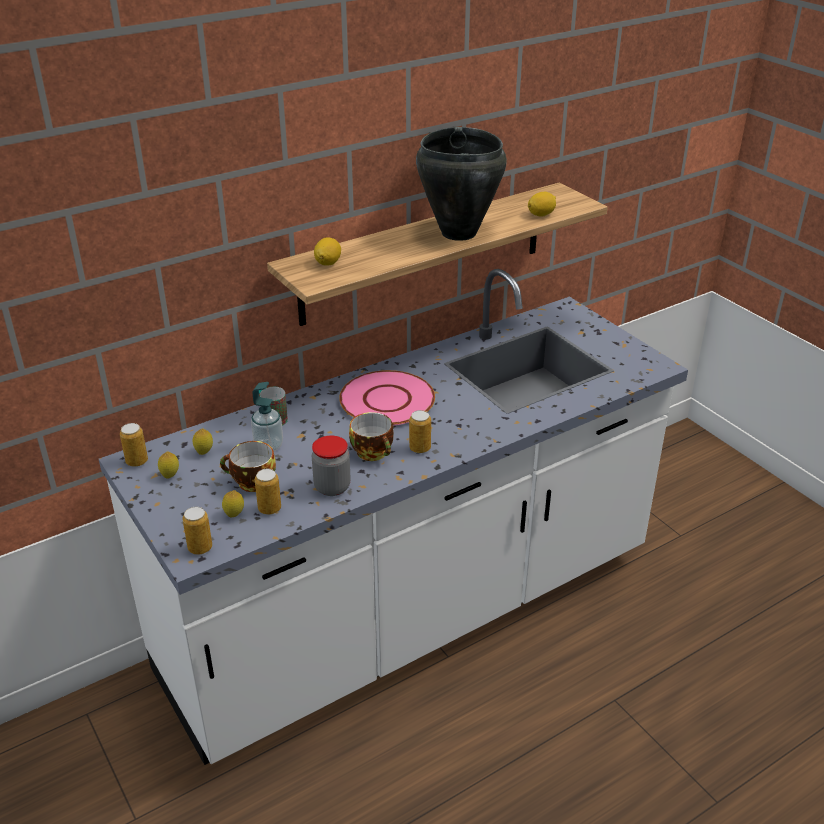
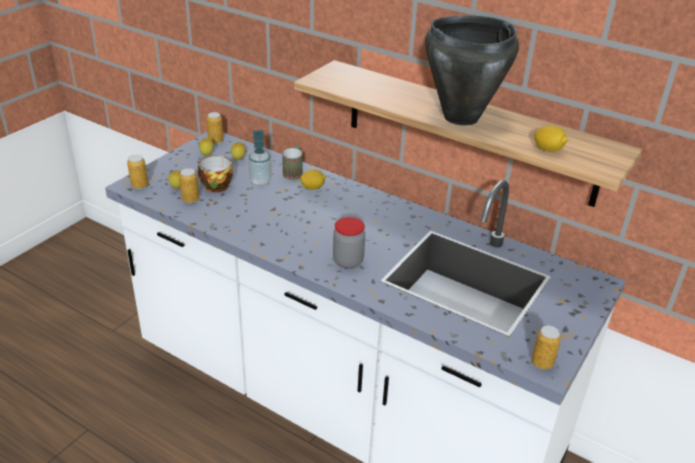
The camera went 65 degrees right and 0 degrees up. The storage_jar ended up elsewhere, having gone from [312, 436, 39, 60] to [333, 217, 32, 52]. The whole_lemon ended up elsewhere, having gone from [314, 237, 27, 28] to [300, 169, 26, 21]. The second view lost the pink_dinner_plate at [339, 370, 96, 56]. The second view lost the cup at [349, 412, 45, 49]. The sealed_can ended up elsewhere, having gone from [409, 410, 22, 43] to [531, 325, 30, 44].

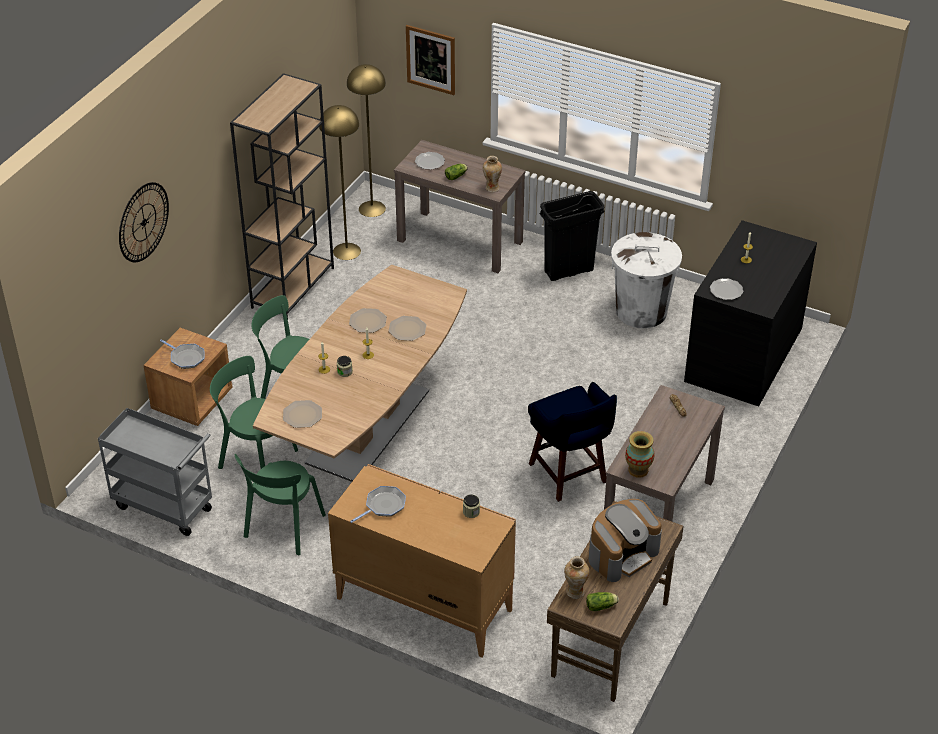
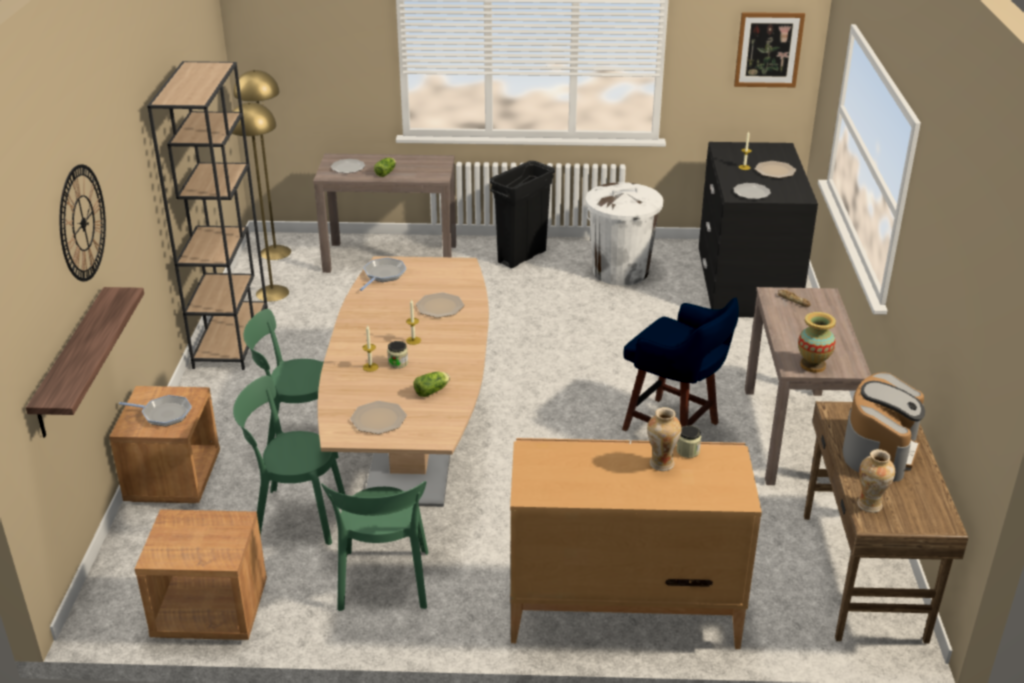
The camera went 25 degrees left and 10 degrees down. Where the greyish_wheeled_cart stood at [98, 408, 114, 128], the brown_bedside_table came to stand at [135, 509, 132, 131]. The dinner_plate ended up elsewhere, having gone from [349, 308, 38, 25] to [755, 161, 41, 17]. The frying_pan ended up elsewhere, having gone from [350, 486, 56, 37] to [360, 258, 46, 33]. The wall_picture ended up elsewhere, having gone from [406, 25, 49, 70] to [734, 12, 71, 75]. The decorative_vase ended up elsewhere, having gone from [483, 156, 19, 36] to [647, 407, 35, 64]. The lettuce_head ended up elsewhere, having gone from [586, 592, 33, 19] to [413, 372, 37, 25]. The second view gained the shelf at [26, 287, 118, 150].

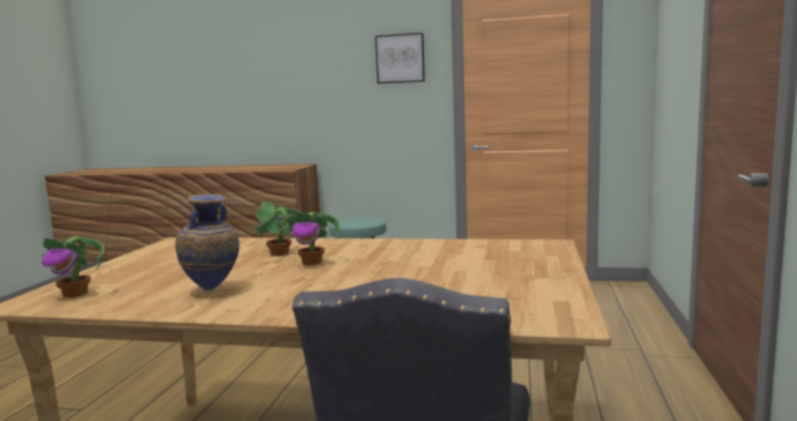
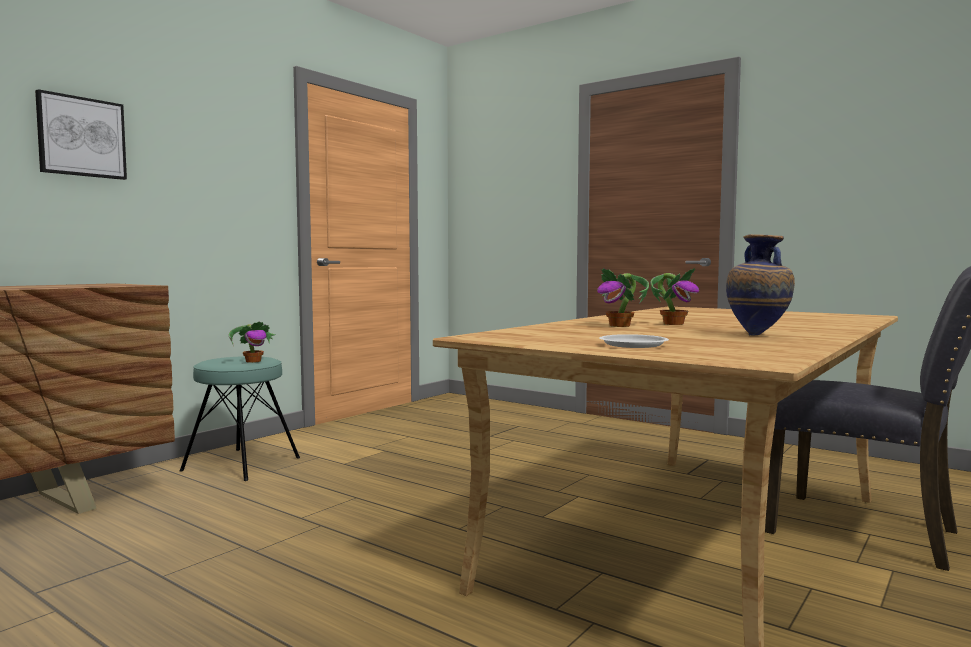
The camera went 65 degrees left and 5 degrees down. The plant_in_a_pot ended up elsewhere, having gone from [40, 236, 65, 61] to [229, 321, 46, 42]. The wall_picture ended up elsewhere, having gone from [375, 33, 50, 51] to [35, 89, 92, 91]. The second view gained the white-coloured_dinner_plate at [599, 334, 70, 14].

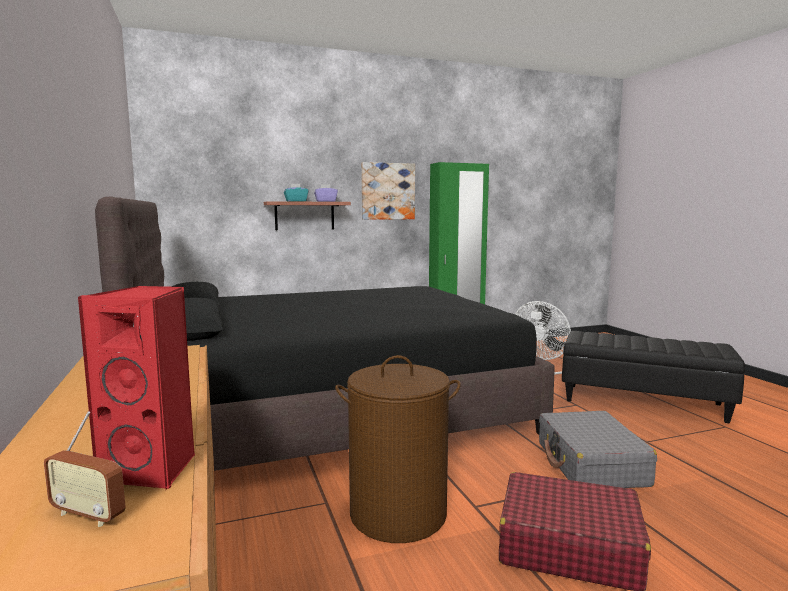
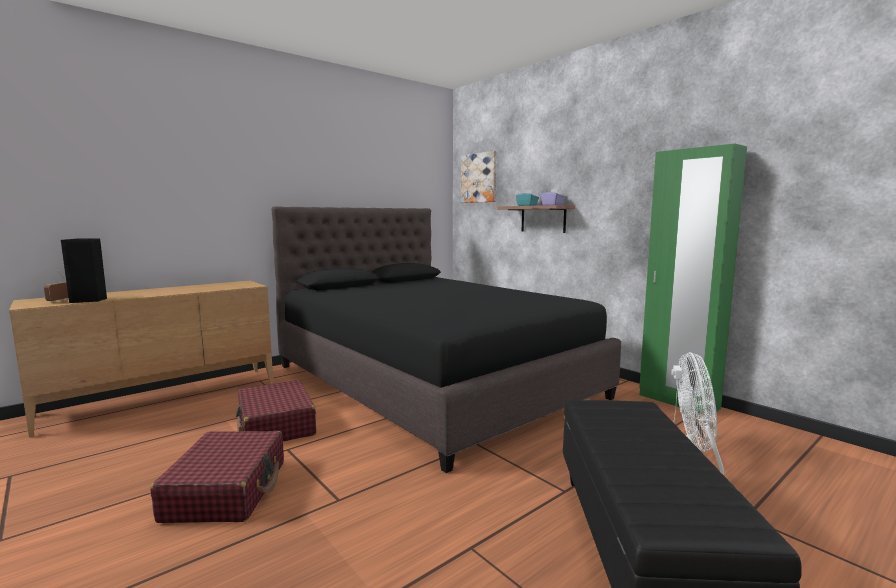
The camera went 70 degrees right and 0 degrees up. What was the reddish_speaker at [78, 286, 117, 204] turned into the black-coloured_speaker at [61, 239, 46, 64]. Where the brown_washing_basket stood at [335, 355, 126, 188], the reddish_suitcase came to stand at [236, 380, 80, 61]. The wall_picture ended up elsewhere, having gone from [361, 162, 54, 58] to [461, 151, 35, 52]. The second view lost the greyish_suitcase at [539, 411, 118, 77].

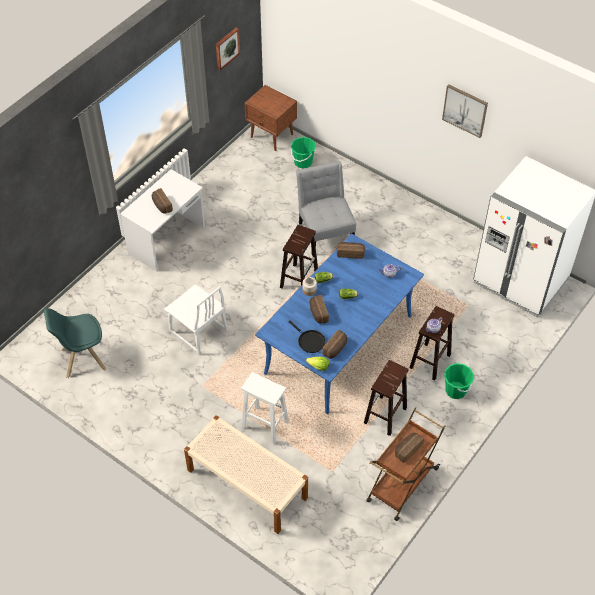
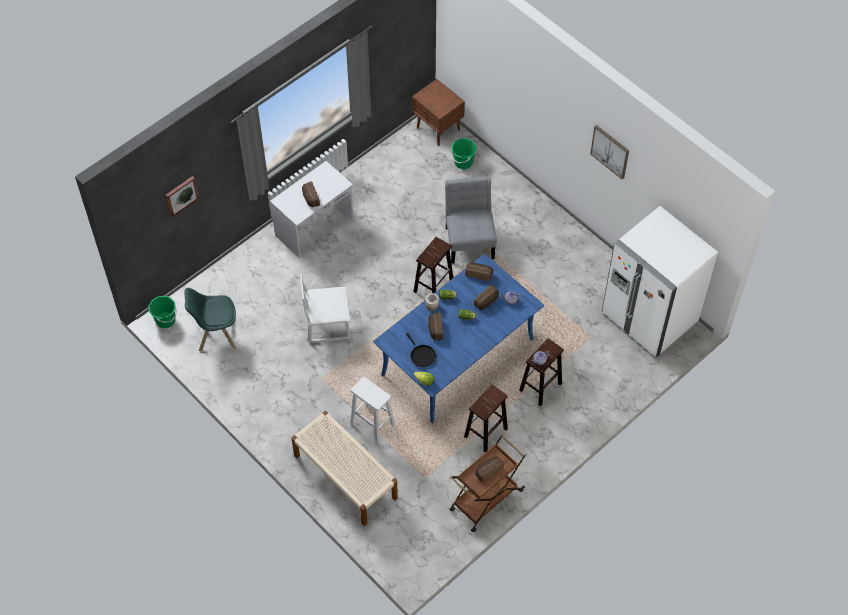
The camera went 10 degrees right and 5 degrees up. The white-coloured_plain_chair at [164, 285, 64, 70] ended up facing another way, 120 degrees clockwise from before. The wall_picture ended up elsewhere, having gone from [216, 27, 24, 43] to [166, 176, 33, 41]. The bakery_bread ended up elsewhere, having gone from [322, 330, 25, 29] to [474, 285, 25, 25]. The green_bucket ended up elsewhere, having gone from [444, 363, 30, 36] to [148, 296, 29, 32].

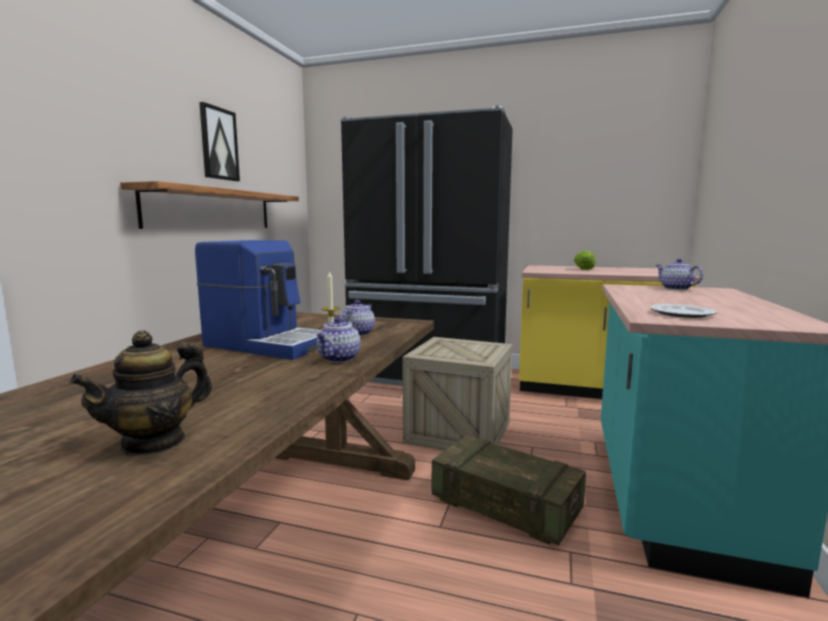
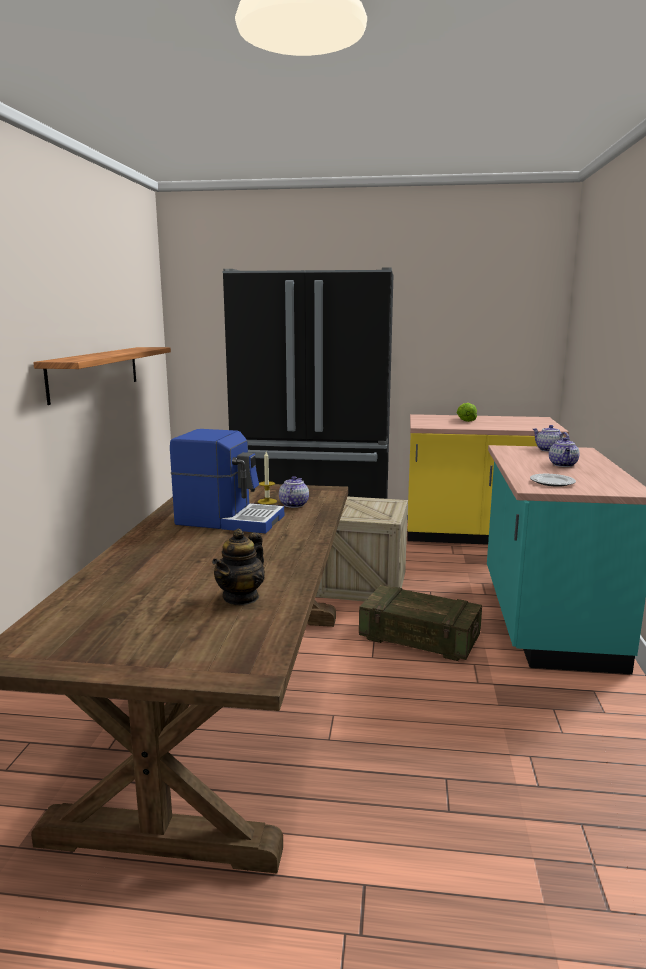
The camera went 10 degrees left and 5 degrees up. The second view lost the wall_picture at [199, 102, 41, 79]. The pot_for_tea ended up elsewhere, having gone from [317, 317, 44, 45] to [549, 437, 31, 30].

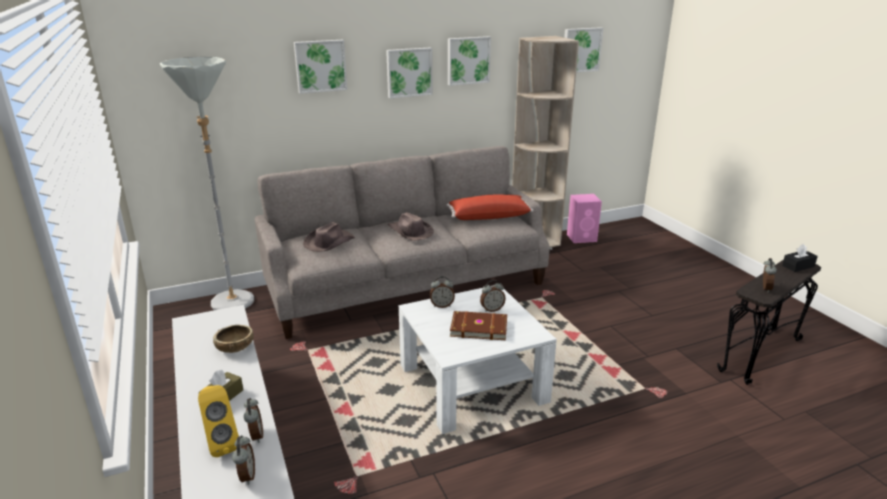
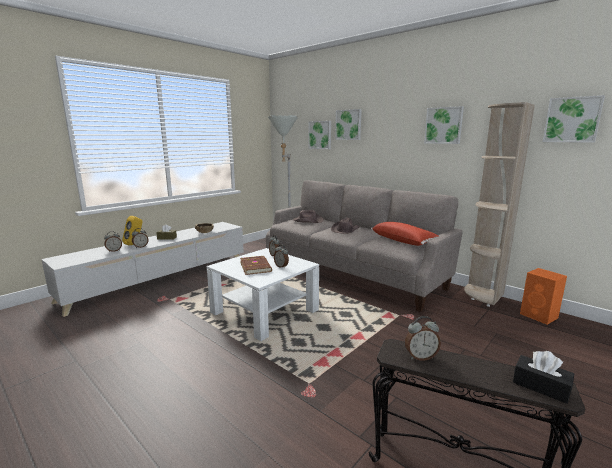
The camera went 65 degrees right and 10 degrees down. The wall_picture ended up elsewhere, having gone from [386, 47, 47, 51] to [308, 121, 23, 28]. What was the pink_speaker at [567, 194, 35, 49] turned into the orangey_speaker at [520, 268, 47, 57].

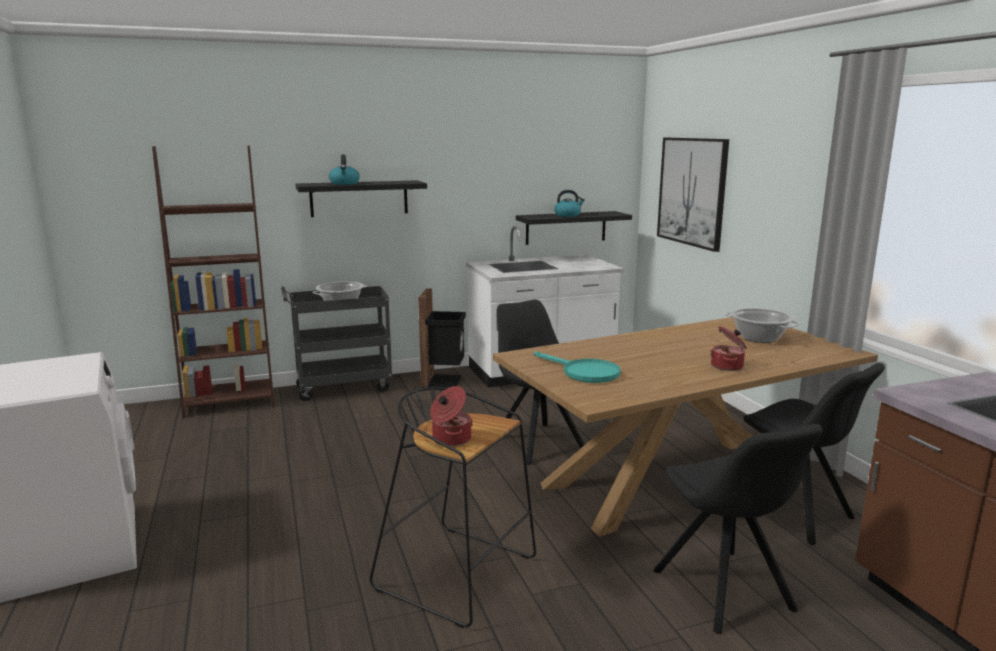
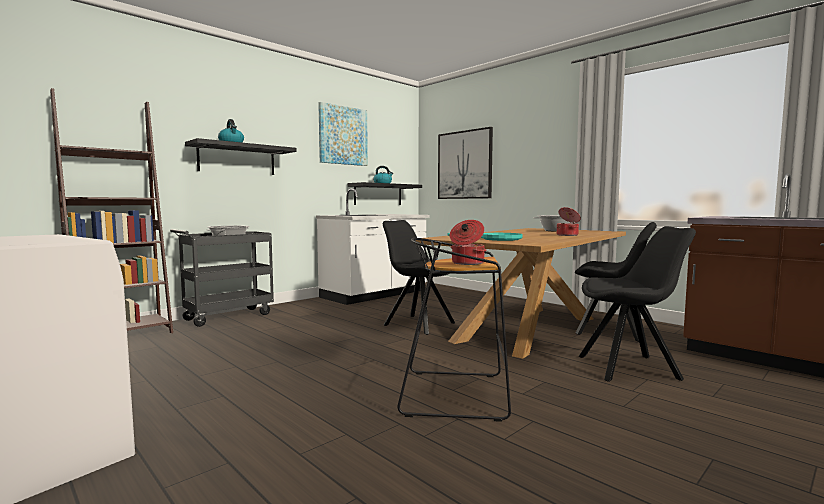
The camera went 25 degrees left and 10 degrees down. The second view lost the black-coloured_rubbish_bin at [418, 288, 48, 100]. The black-coloured_plain_chair at [653, 424, 169, 210] ended up facing another way, 45 degrees counterclockwise from before. The second view gained the wall_picture at [318, 102, 50, 64].

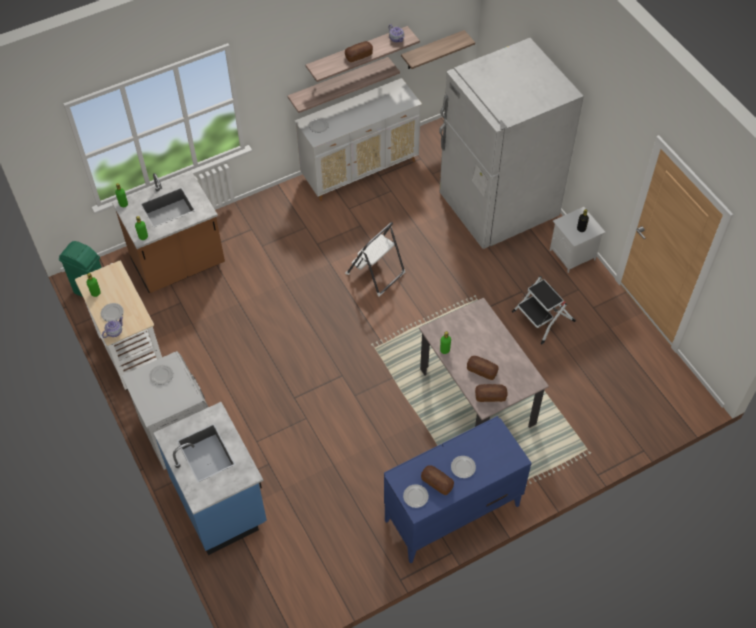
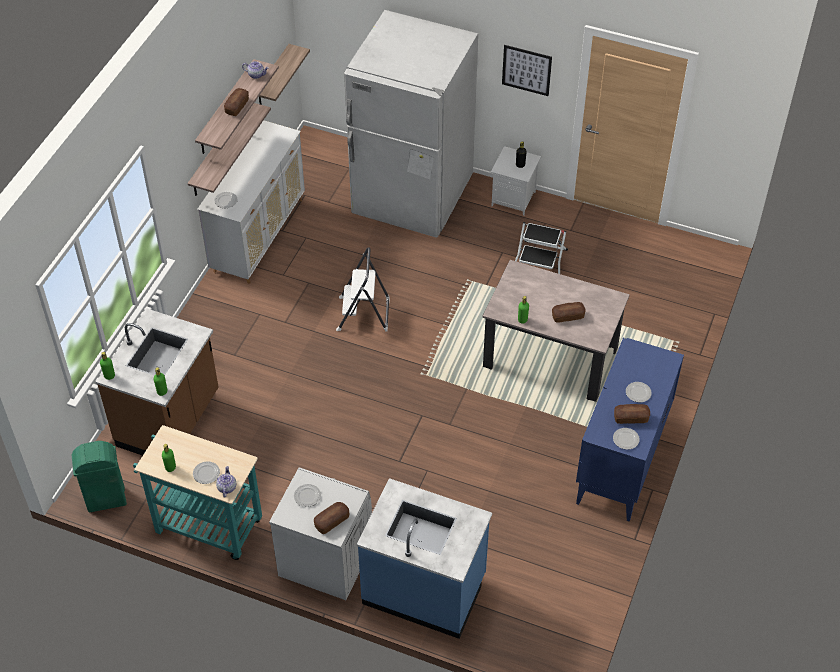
The camera went 40 degrees left and 5 degrees down. What was the white-coloured_wheeled_cart at [75, 261, 87, 129] turned into the turquoise-coloured_wheeled_cart at [133, 425, 129, 135]. The bakery_bread ended up elsewhere, having gone from [475, 384, 33, 18] to [314, 502, 36, 32]. The second view gained the wall_picture at [502, 45, 50, 51].

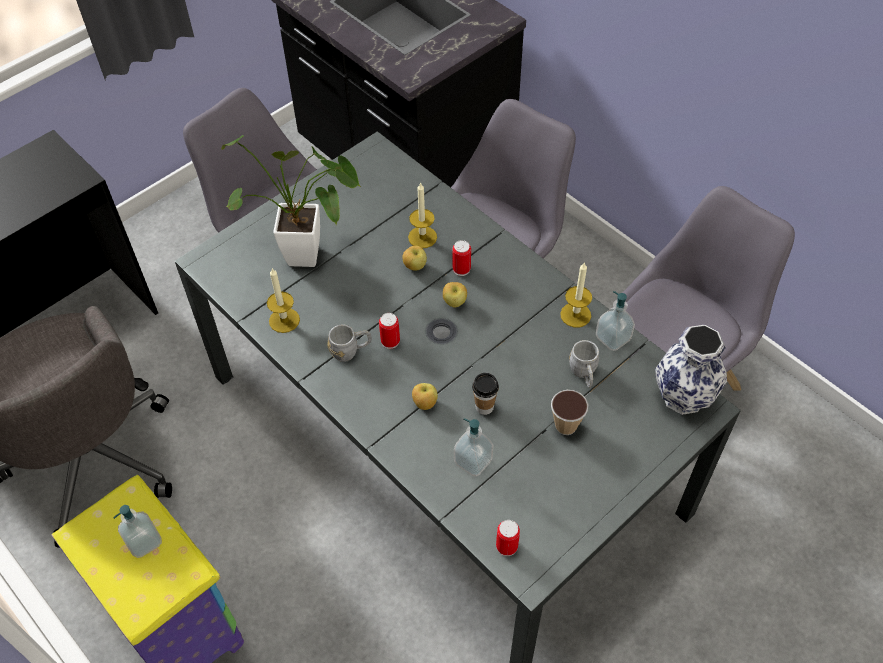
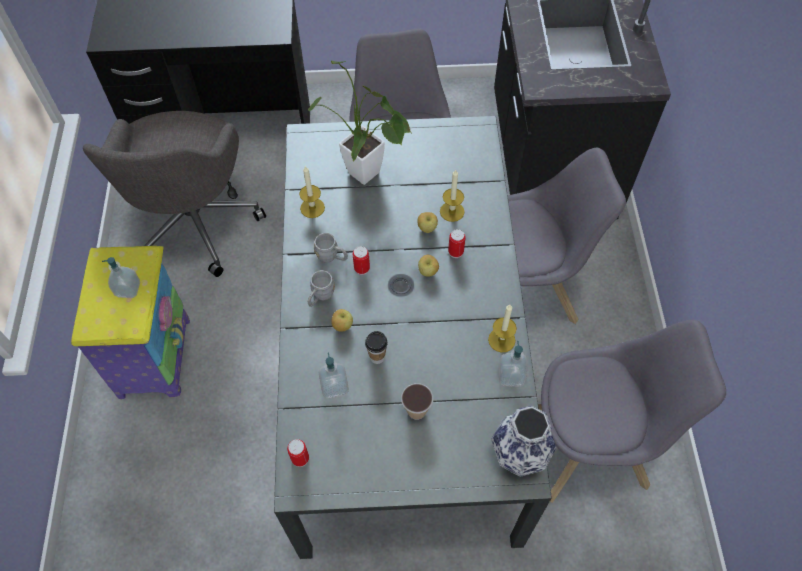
The camera went 40 degrees right and 5 degrees up. The greyish_mug ended up elsewhere, having gone from [569, 340, 30, 48] to [308, 270, 27, 37].

